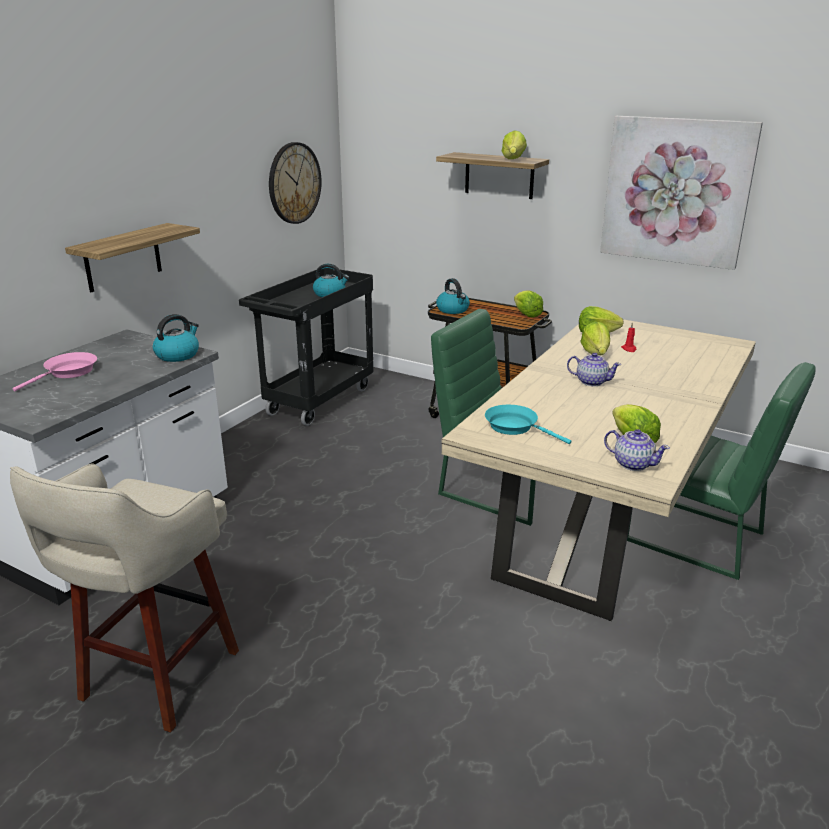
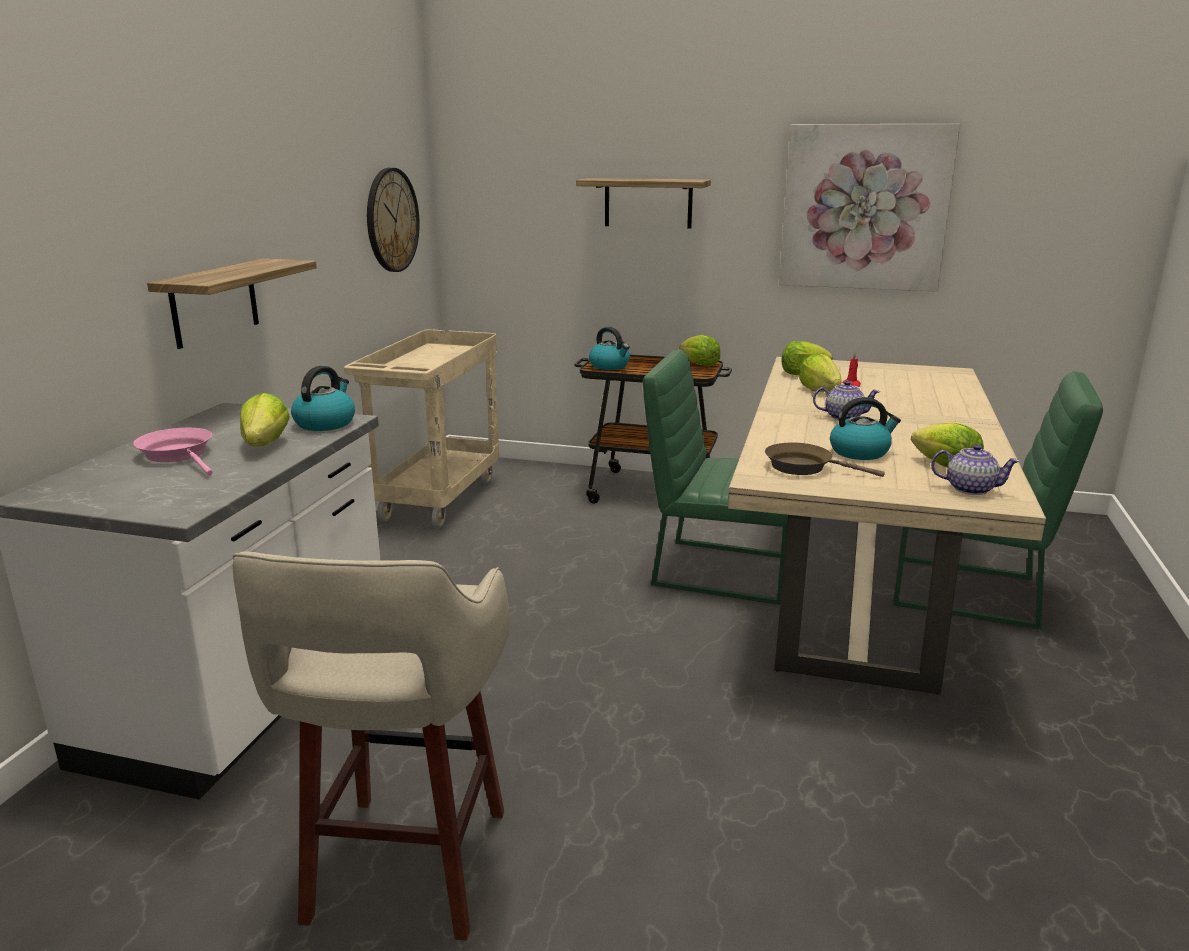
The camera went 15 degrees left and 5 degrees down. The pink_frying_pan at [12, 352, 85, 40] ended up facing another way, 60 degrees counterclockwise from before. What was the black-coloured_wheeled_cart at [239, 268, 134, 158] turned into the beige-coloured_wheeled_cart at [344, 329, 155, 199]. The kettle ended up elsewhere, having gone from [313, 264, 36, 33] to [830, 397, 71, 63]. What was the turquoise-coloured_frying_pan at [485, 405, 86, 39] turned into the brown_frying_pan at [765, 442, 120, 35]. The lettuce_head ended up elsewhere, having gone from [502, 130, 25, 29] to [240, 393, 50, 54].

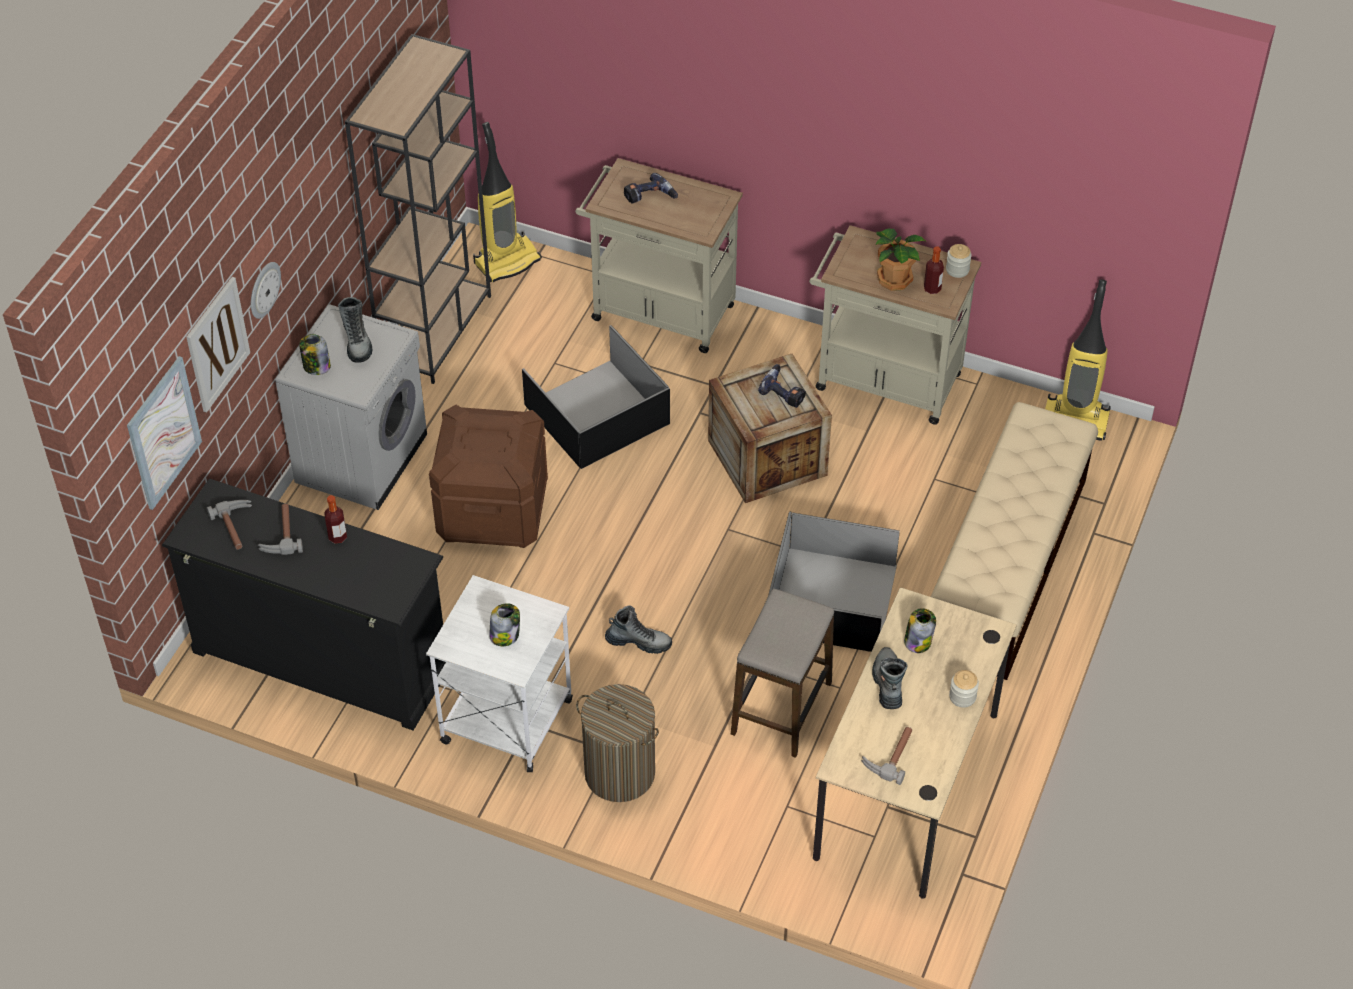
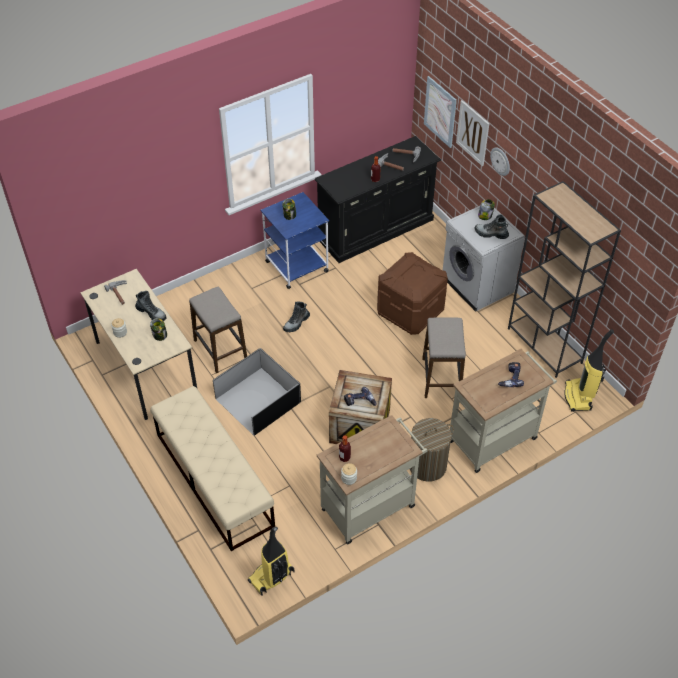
The camera went 125 degrees right and 0 degrees up. What was the white-coloured_wheeled_cart at [426, 575, 147, 197] turned into the blue_wheeled_cart at [261, 192, 68, 97]. Where the black-coloured_storage_box stood at [522, 325, 148, 144], the stool came to stand at [422, 317, 44, 81]. The washing_basket ended up elsewhere, having gone from [576, 684, 83, 118] to [410, 418, 44, 64]. The second view lost the plant_in_a_pot at [875, 229, 52, 62].

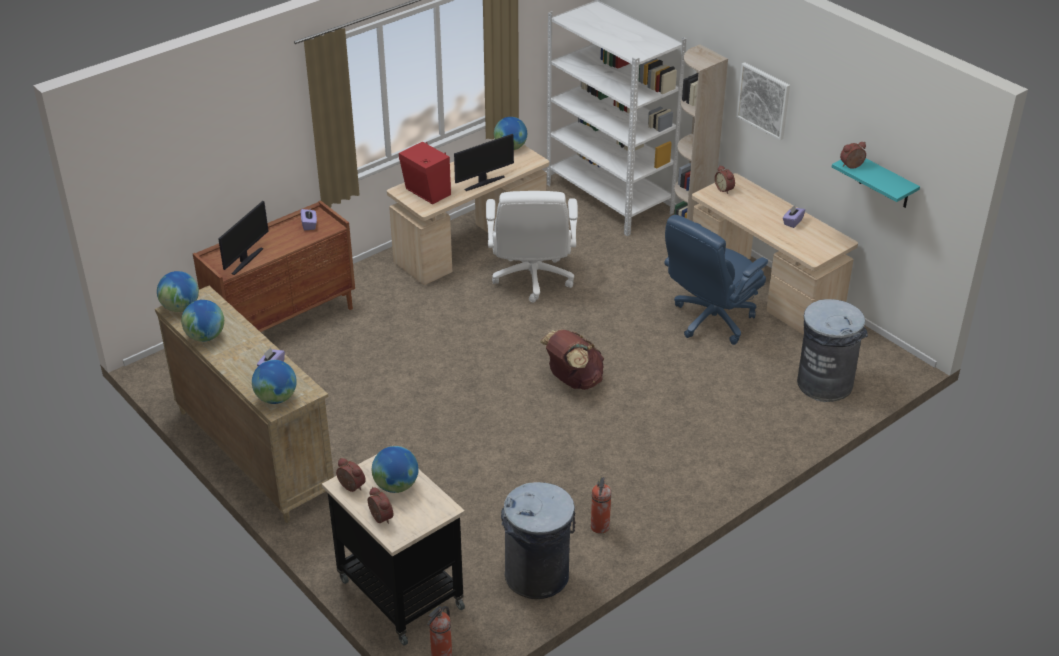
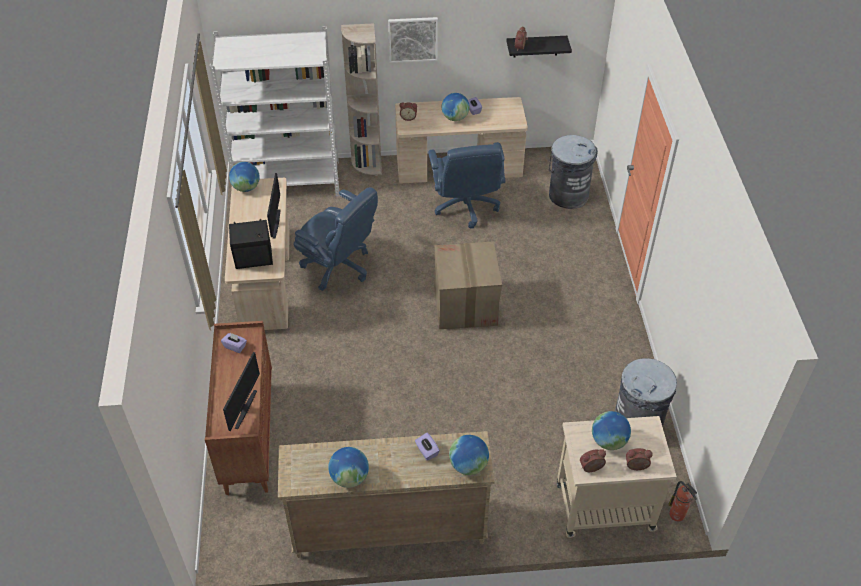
The camera went 55 degrees left and 10 degrees up. The globe ended up elsewhere, having gone from [157, 271, 42, 41] to [442, 93, 28, 28]. The computer_display at [218, 201, 51, 74] ended up facing another way, 45 degrees clockwise from before. What was the black-coloured_wheeled_cart at [322, 454, 143, 192] turned into the beige-coloured_wheeled_cart at [557, 416, 120, 122]. What was the reddish_speaker at [399, 142, 52, 62] turned into the black-coloured_speaker at [229, 219, 44, 50]. What was the white-coloured_office_chair at [486, 191, 92, 112] turned into the blue_office_chair at [293, 187, 85, 104]. Where the brown_knapsack stood at [540, 329, 64, 61], the carton came to stand at [434, 242, 68, 87]. The second view lost the fire_extinguisher at [591, 477, 20, 57]. What was the turquoise-coloured_shelf at [832, 159, 88, 49] turned into the black-coloured_shelf at [506, 36, 66, 21].

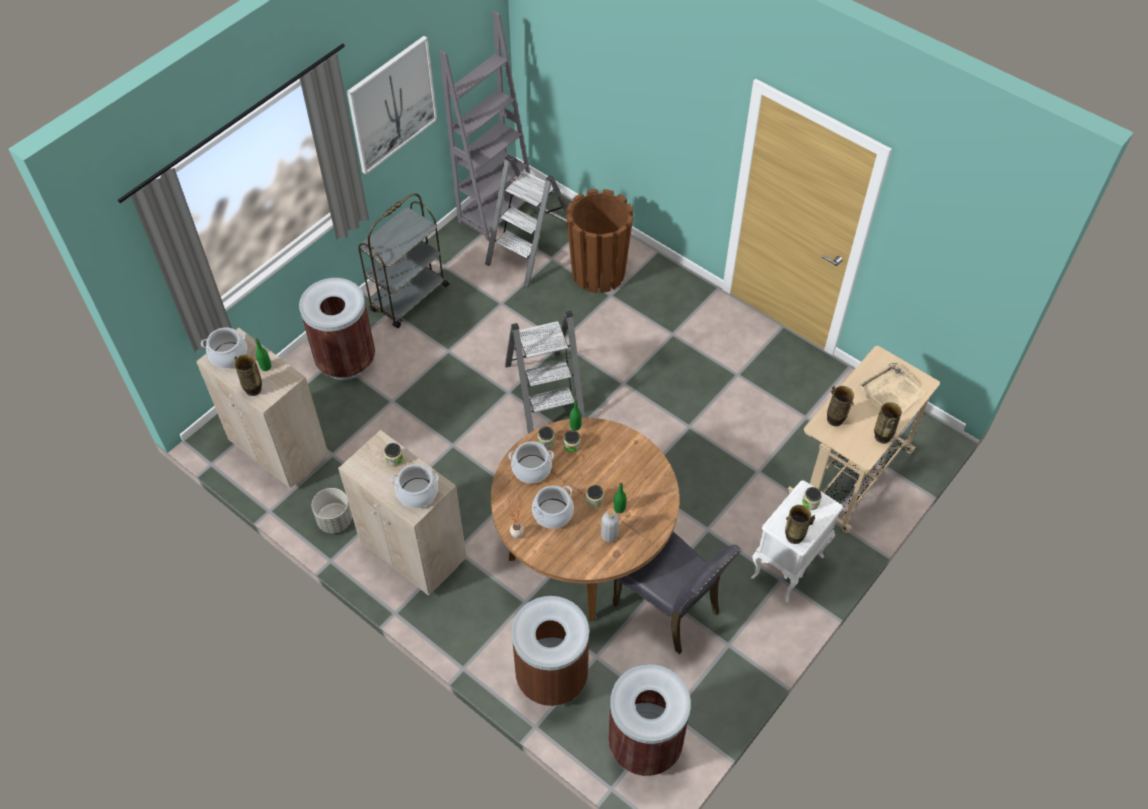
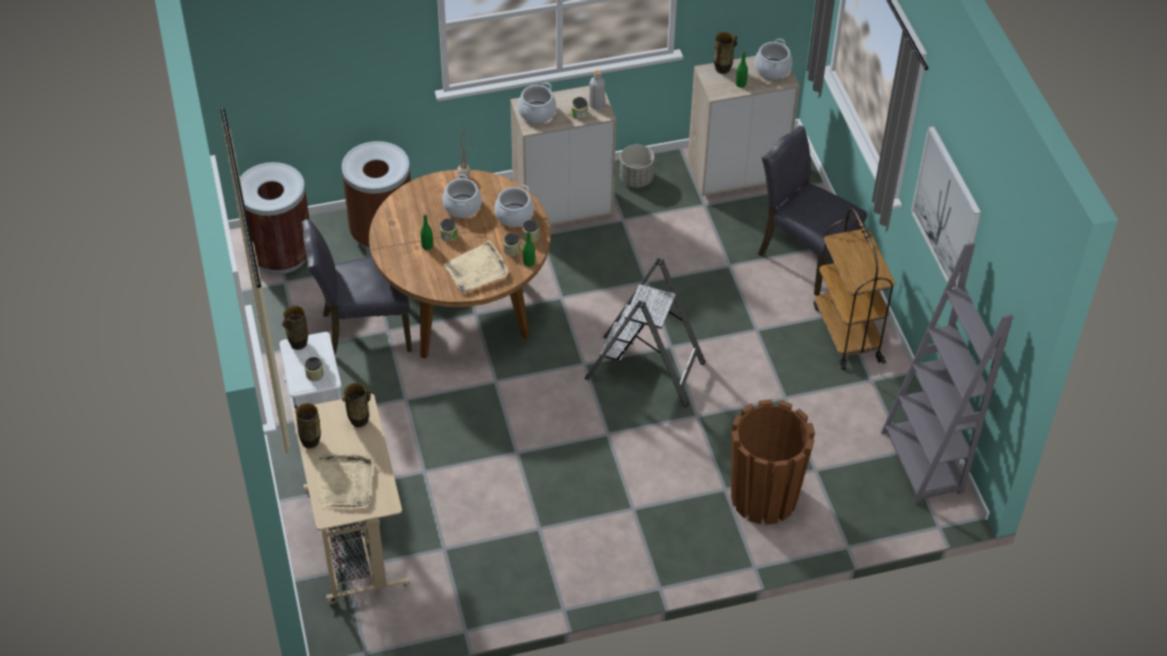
The camera went 125 degrees right and 5 degrees down. Where the brown_rubbish_bin stood at [299, 278, 76, 102], the greyish_plain_chair came to stand at [758, 126, 109, 170]. What was the greyish_wheeled_cart at [358, 193, 91, 135] turned into the brown_wheeled_cart at [814, 208, 81, 162]. The second view lost the greyish_step_stool at [485, 155, 82, 132]. The greyish_beverage_bottle ended up elsewhere, having gone from [601, 508, 18, 34] to [589, 70, 16, 39]. The second view gained the beige-coloured_tray at [443, 240, 66, 52].

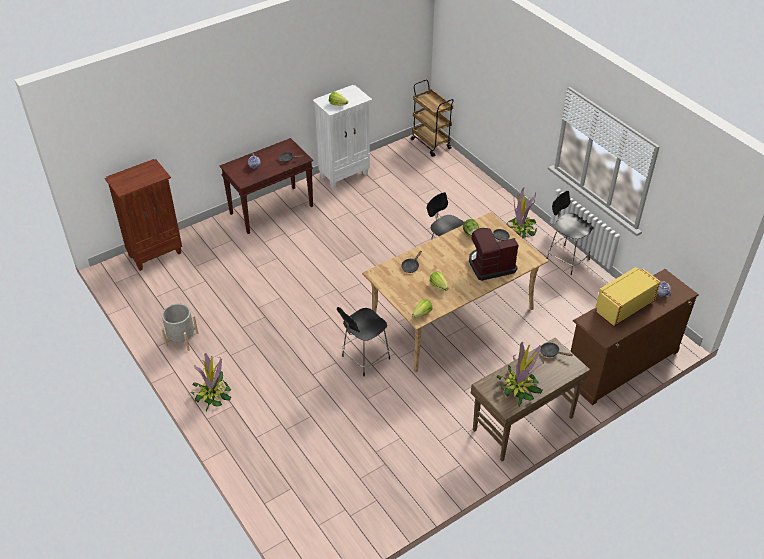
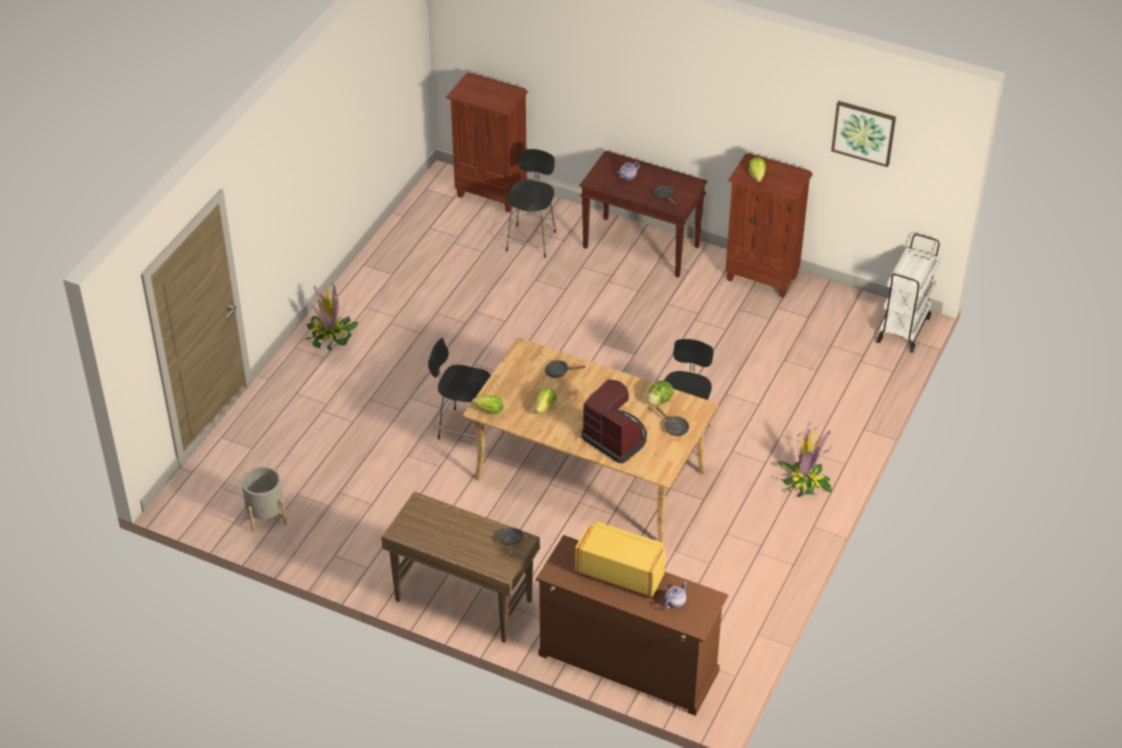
The camera went 60 degrees right and 0 degrees up. The greyish_planter ended up elsewhere, having gone from [161, 304, 37, 47] to [242, 466, 45, 66]. What was the white-coloured_cabinet at [313, 85, 59, 104] turned into the brown_cabinet at [725, 153, 88, 145]. What was the brown_wheeled_cart at [411, 80, 43, 77] turned into the white-coloured_wheeled_cart at [876, 234, 64, 119]. The second view lost the plant_in_a_pot at [497, 342, 47, 64]. The black-coloured_plain_chair ended up elsewhere, having gone from [547, 191, 47, 84] to [506, 149, 50, 109]. The second view gained the wall_picture at [831, 101, 65, 66].

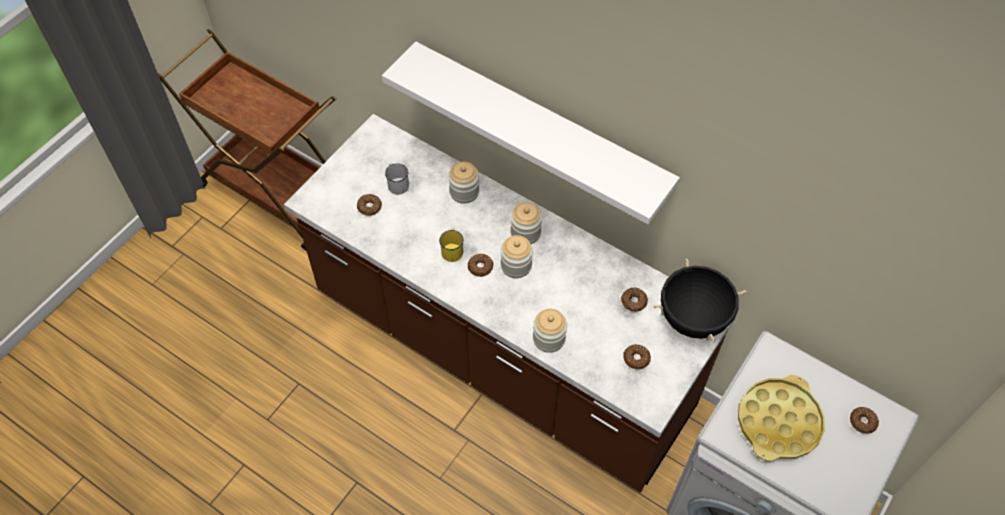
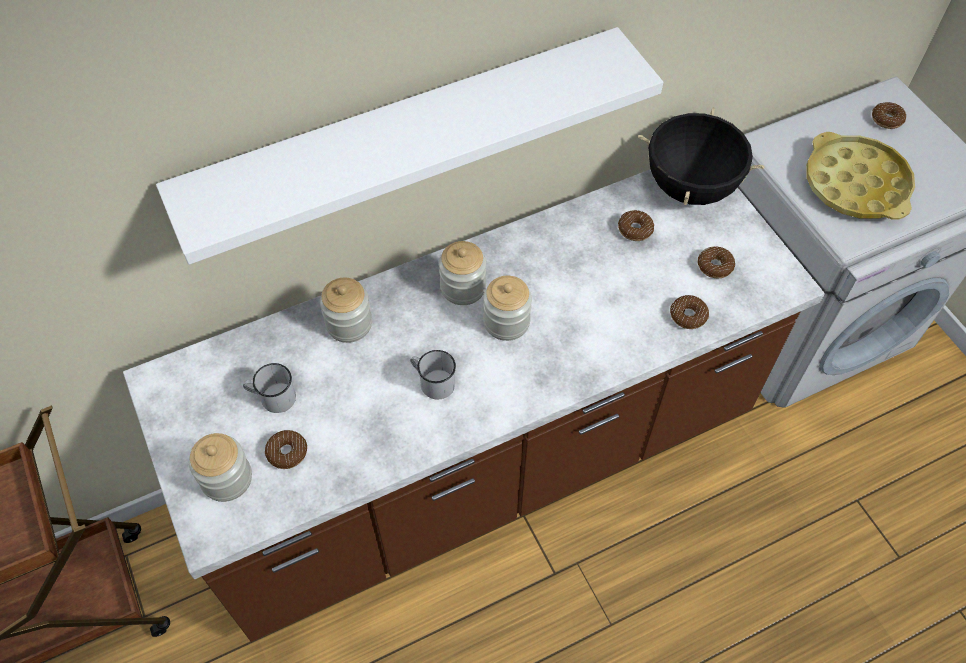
The camera went 60 degrees left and 0 degrees up. What was the yellowish_mug at [439, 228, 25, 34] turned into the white-coloured_mug at [410, 350, 46, 50]. The donut ended up elsewhere, having gone from [468, 254, 26, 23] to [670, 295, 39, 34]. The storage_jar ended up elsewhere, having gone from [533, 309, 34, 44] to [189, 433, 63, 69].

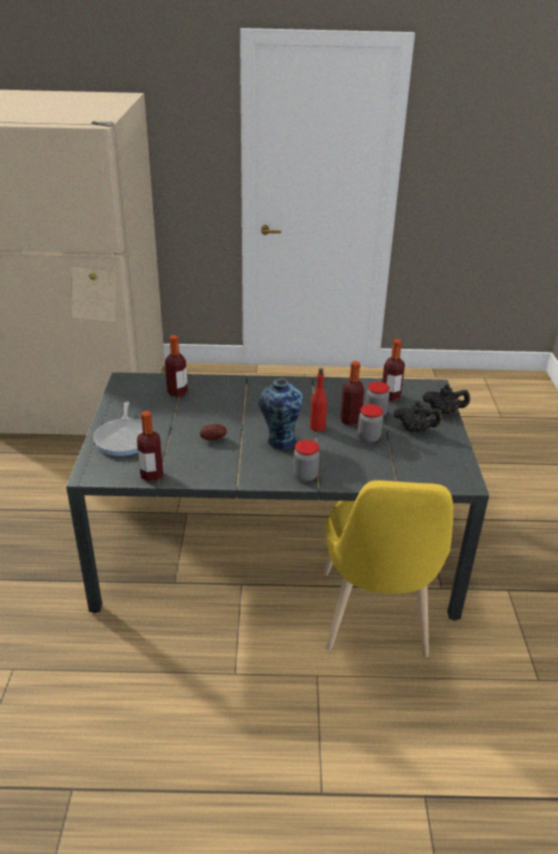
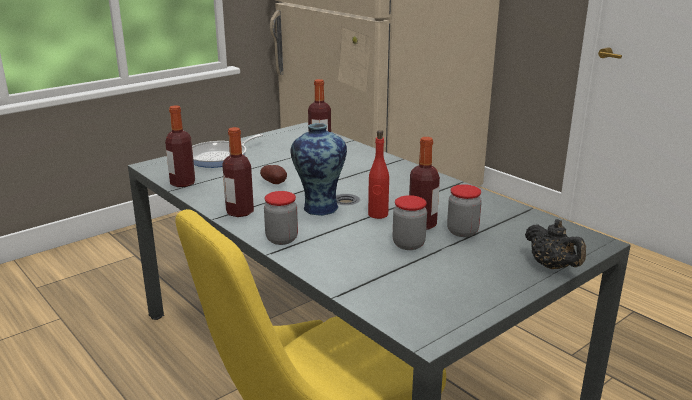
The camera went 50 degrees right and 10 degrees down. The beverage_bottle ended up elsewhere, having gone from [382, 339, 23, 62] to [222, 127, 32, 90]. The second view lost the black-coloured_pot_for_tea at [394, 401, 48, 32].

